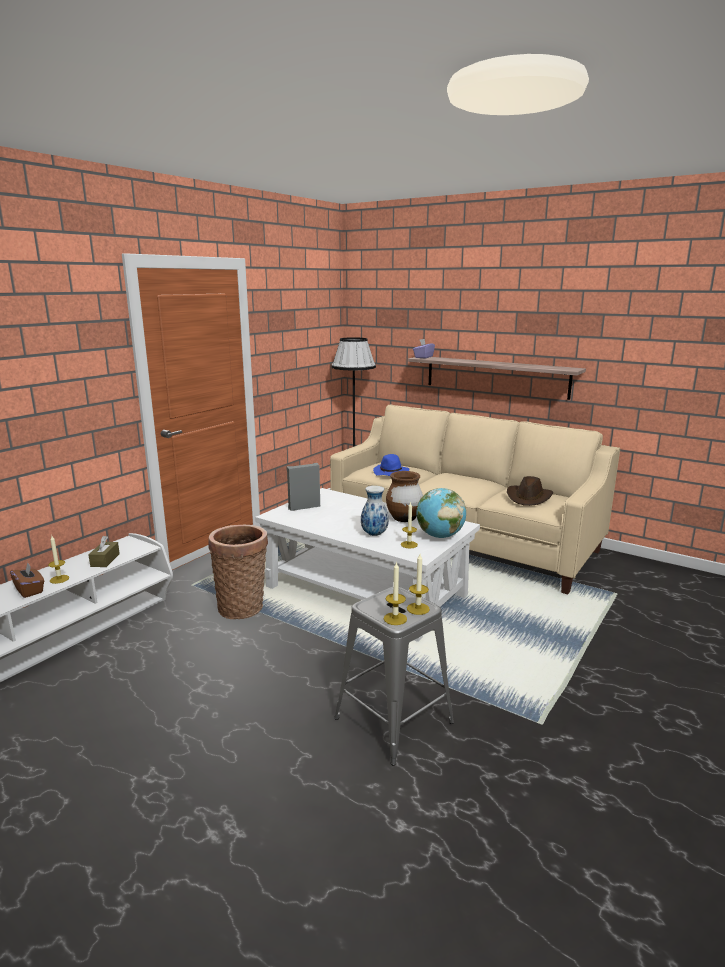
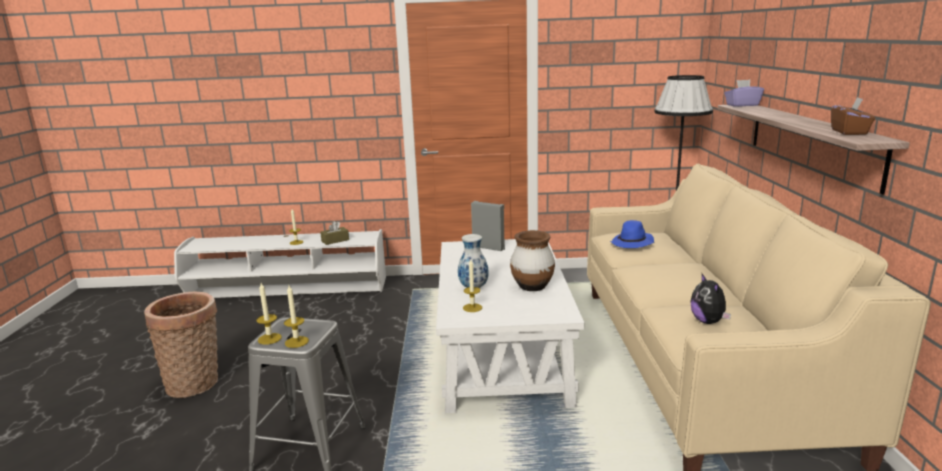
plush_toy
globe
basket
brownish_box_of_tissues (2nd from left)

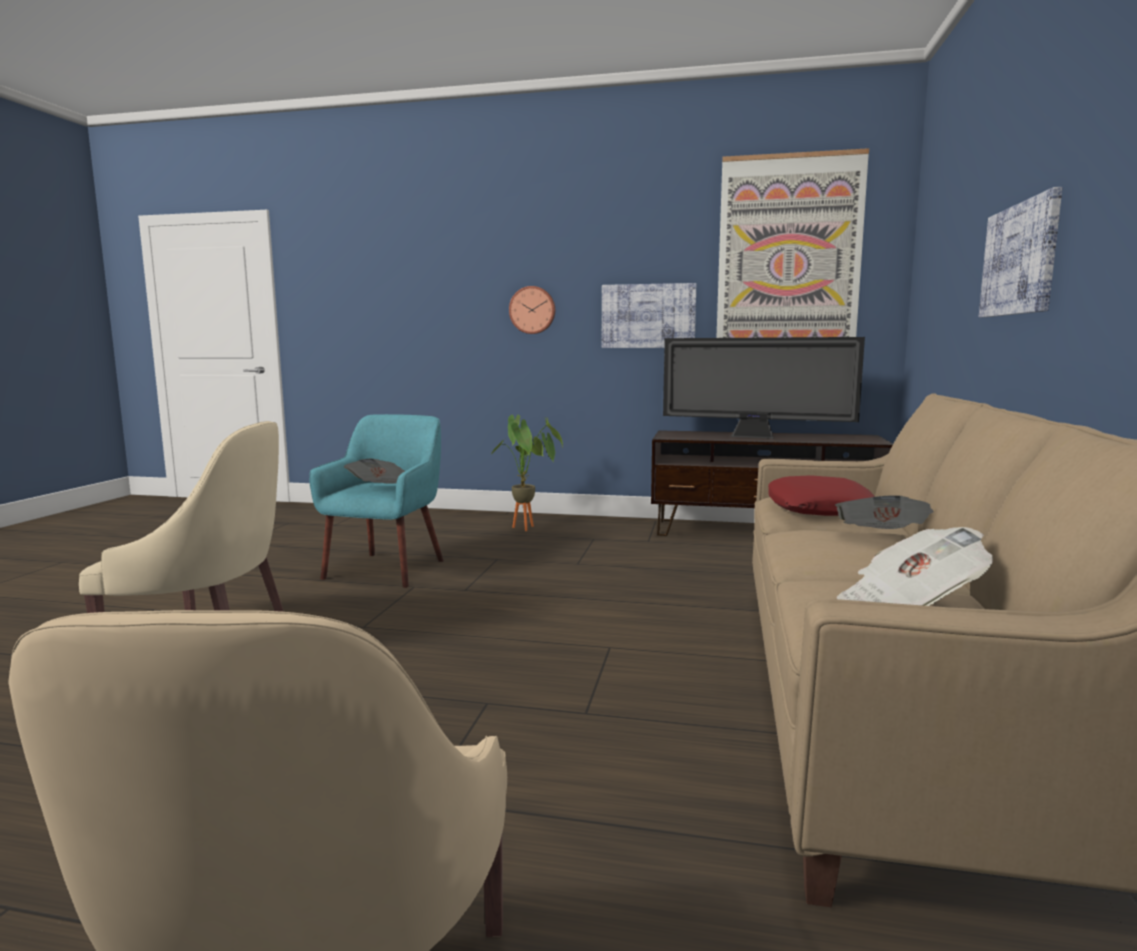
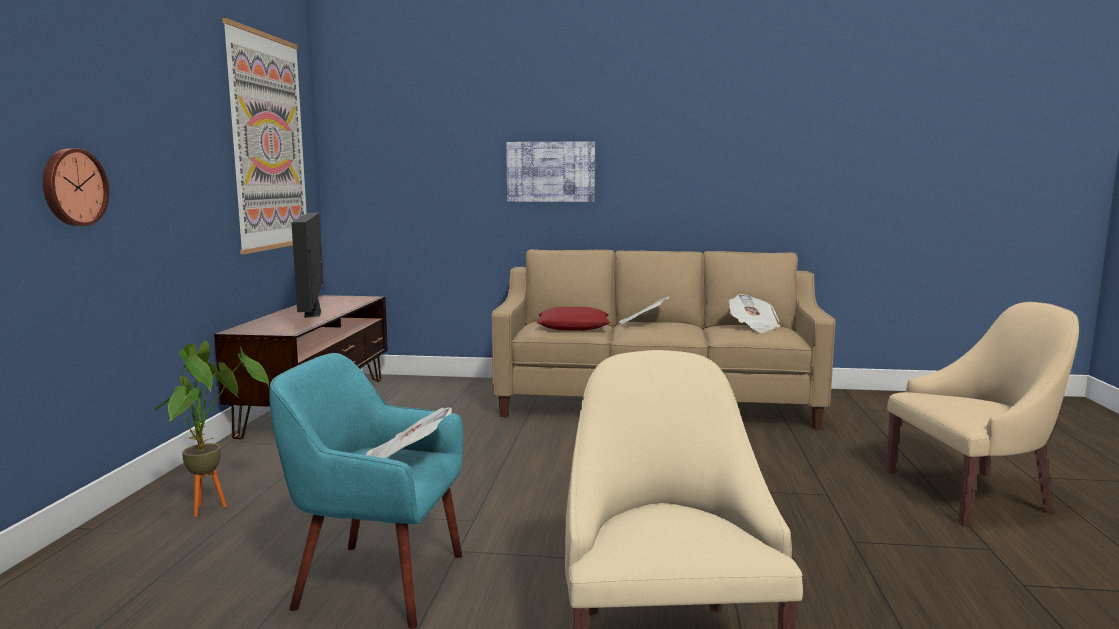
picture (1st from left in the first image)
television

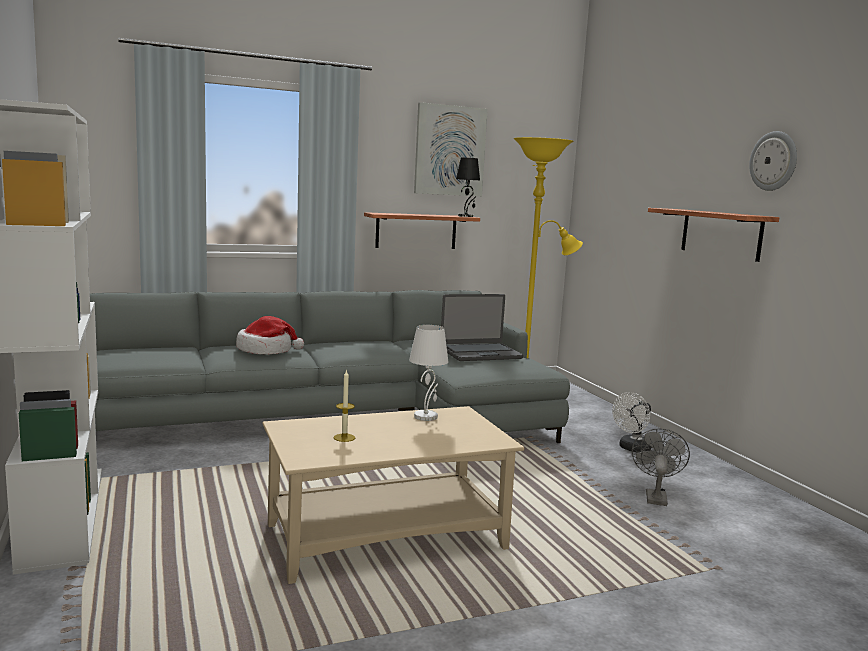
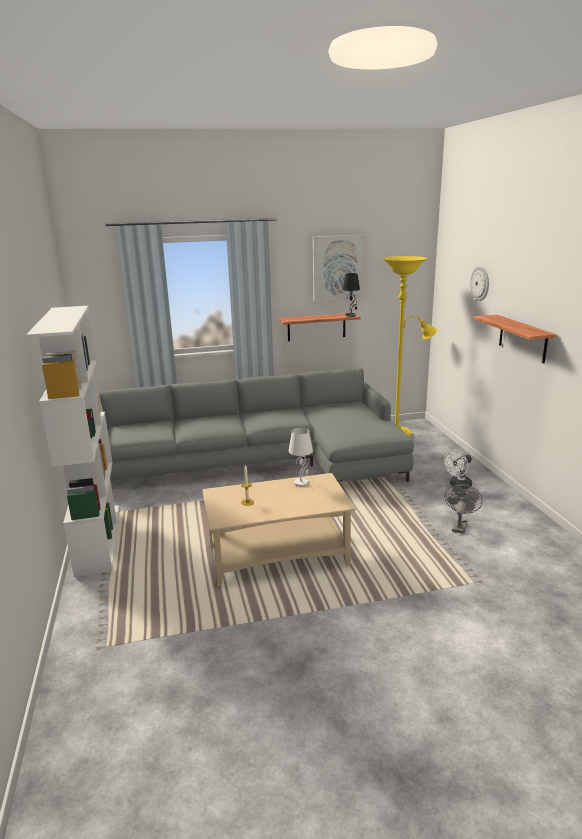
clock_on_the_wall
notebook_computer
hat

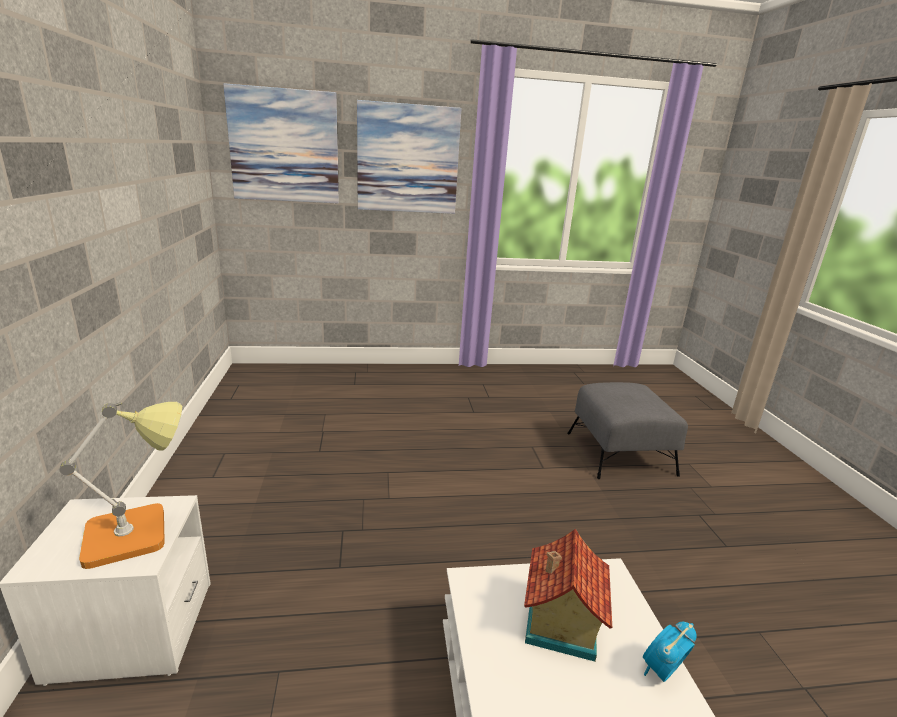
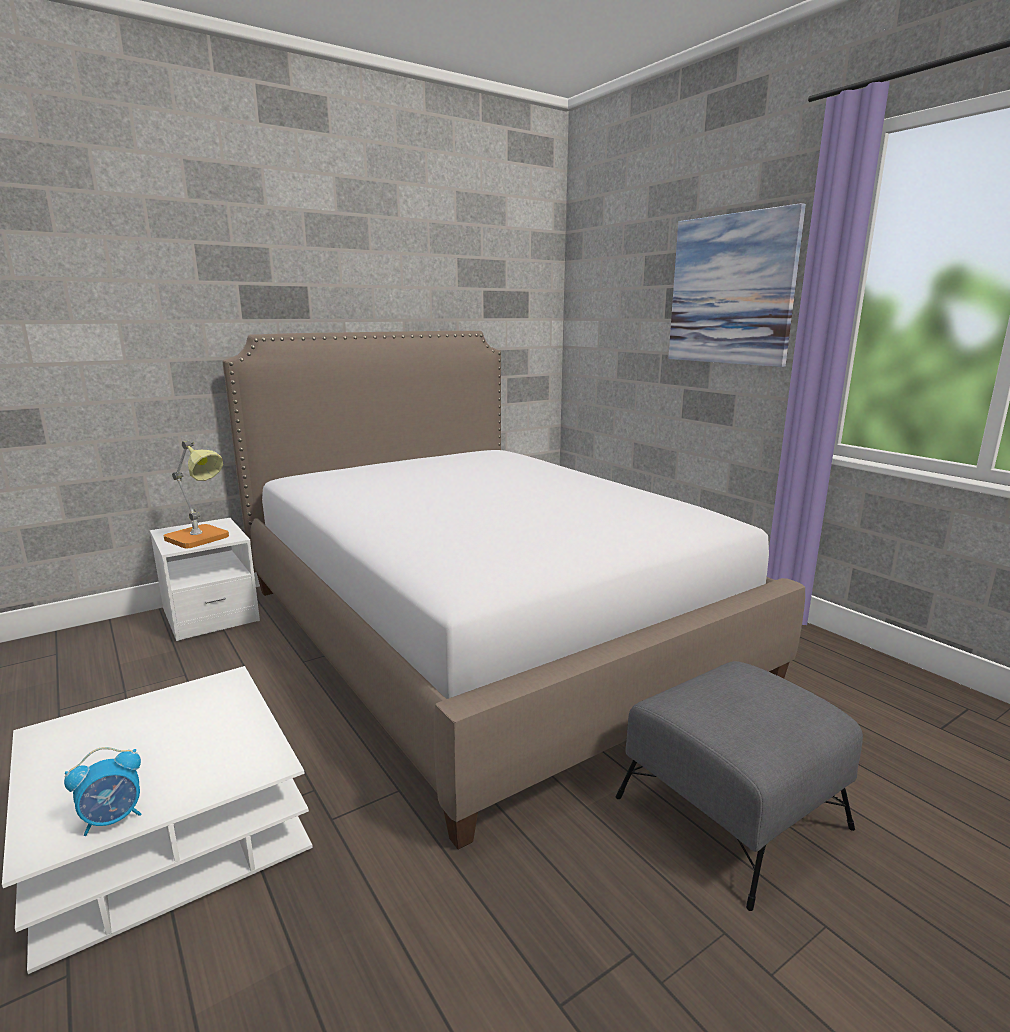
picture (1st from left in the first image)
miniature_house
alarm_clock
sleeping_bed

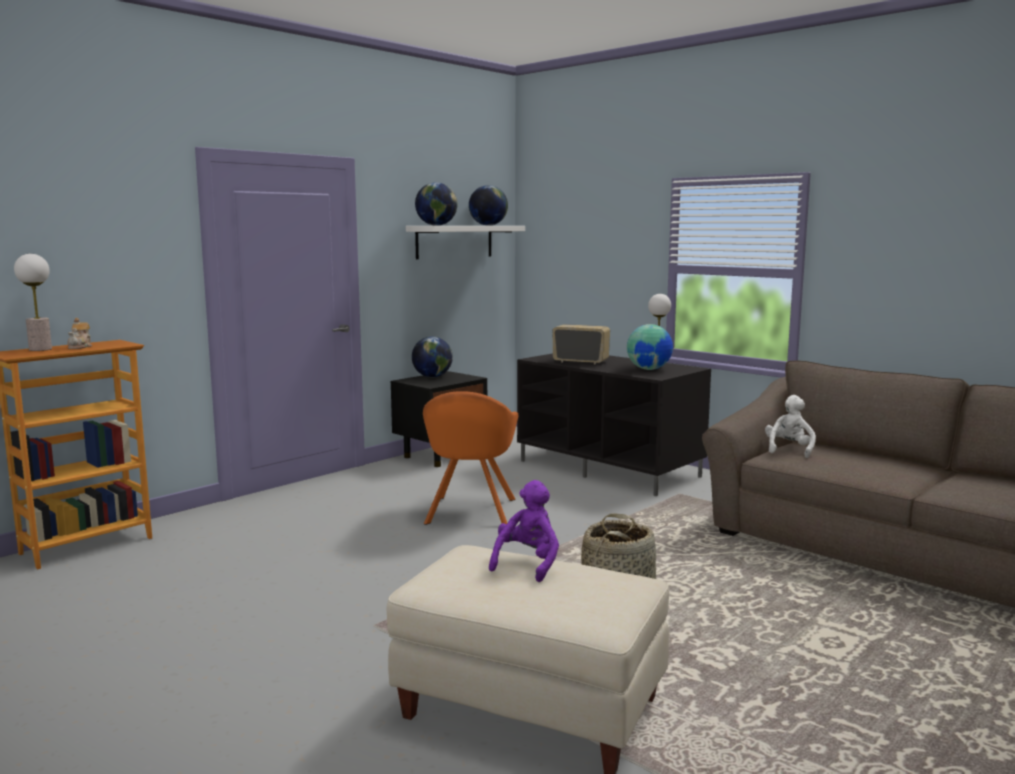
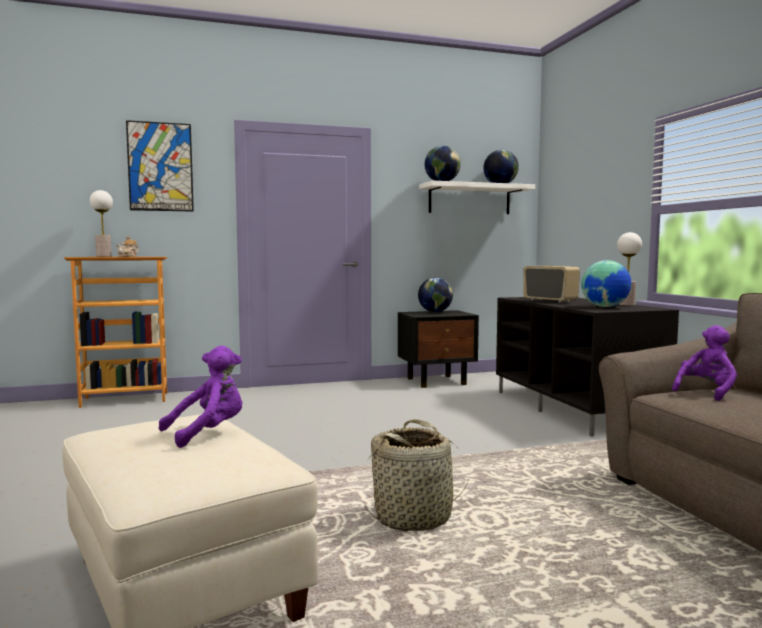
orangey_lounge_chair
purple_plush_toy (2nd from left)
picture

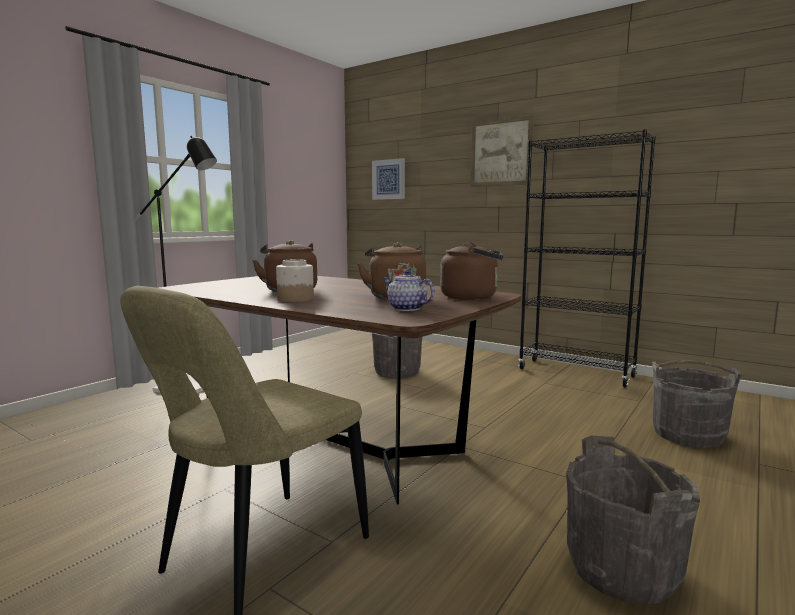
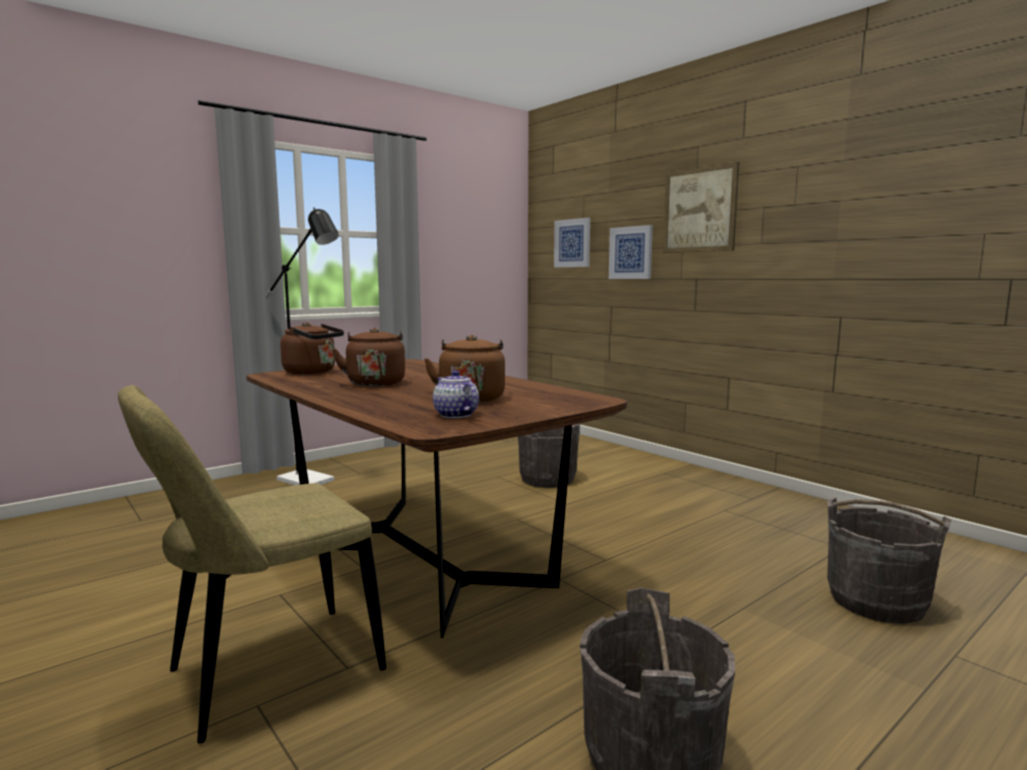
black_shelving_unit
brownish_water_kettle (1st from left)
jar
picture (2nd from left)

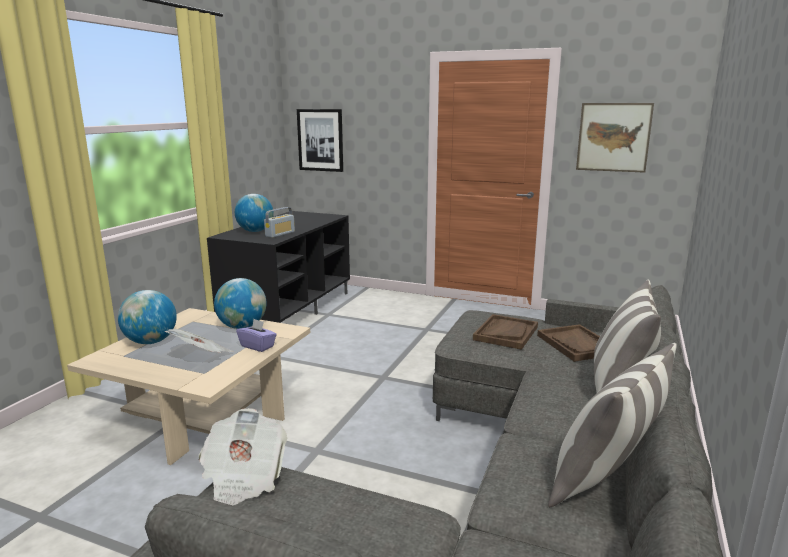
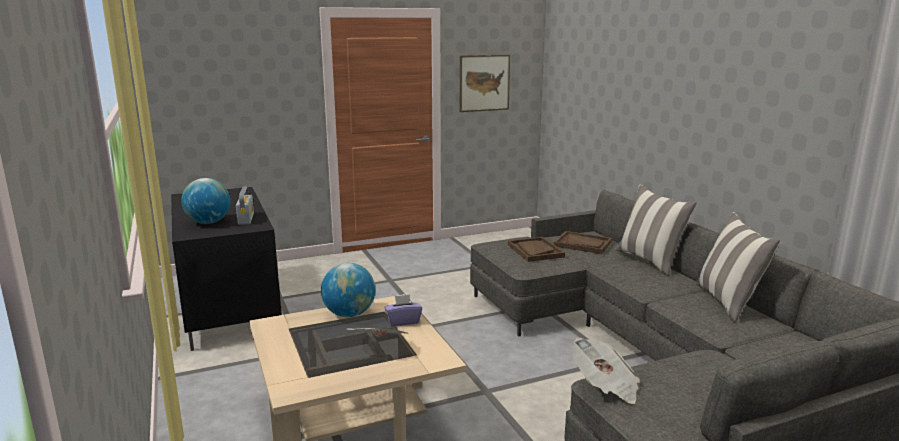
picture (1st from left in the first image)
globe (1st from left in the first image)

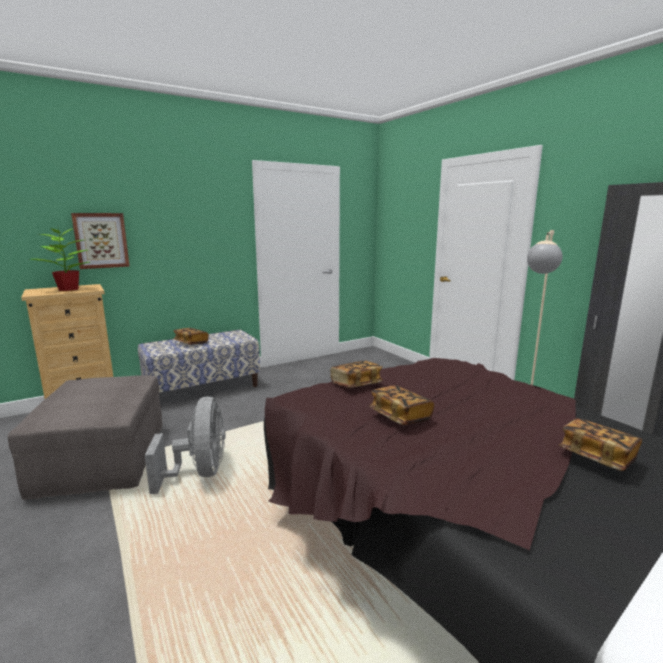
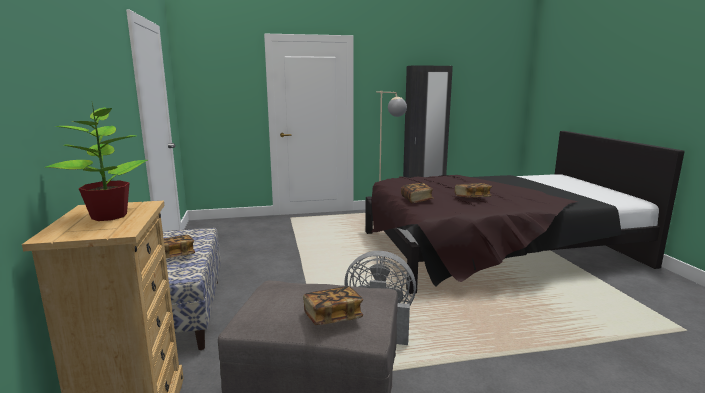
picture
volume (2nd from left)

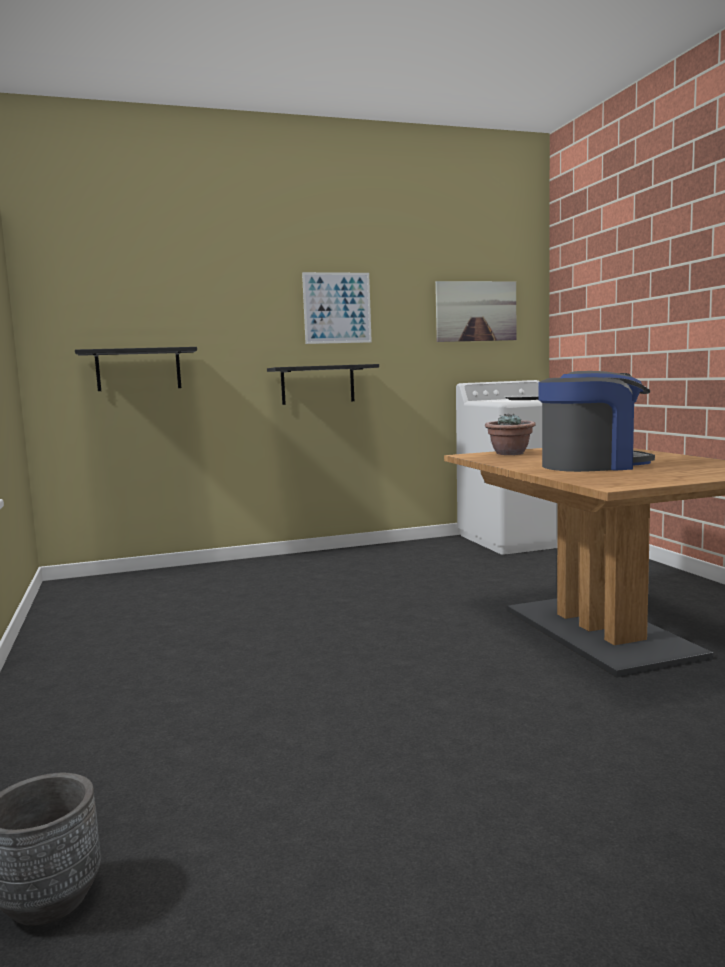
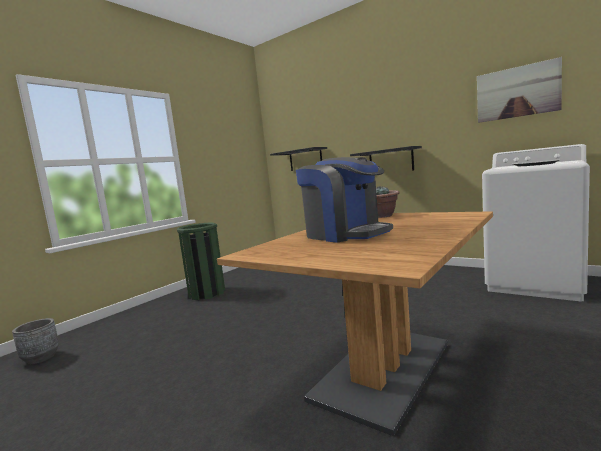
picture (1st from left in the first image)
green_trash_can

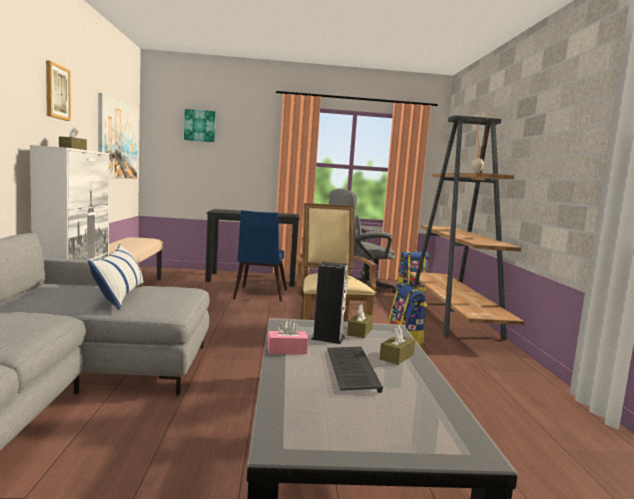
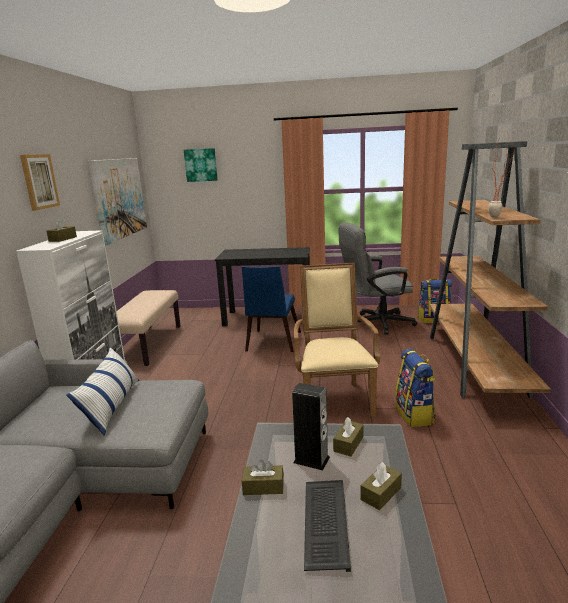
brownish_box_of_tissues (2nd from left)

